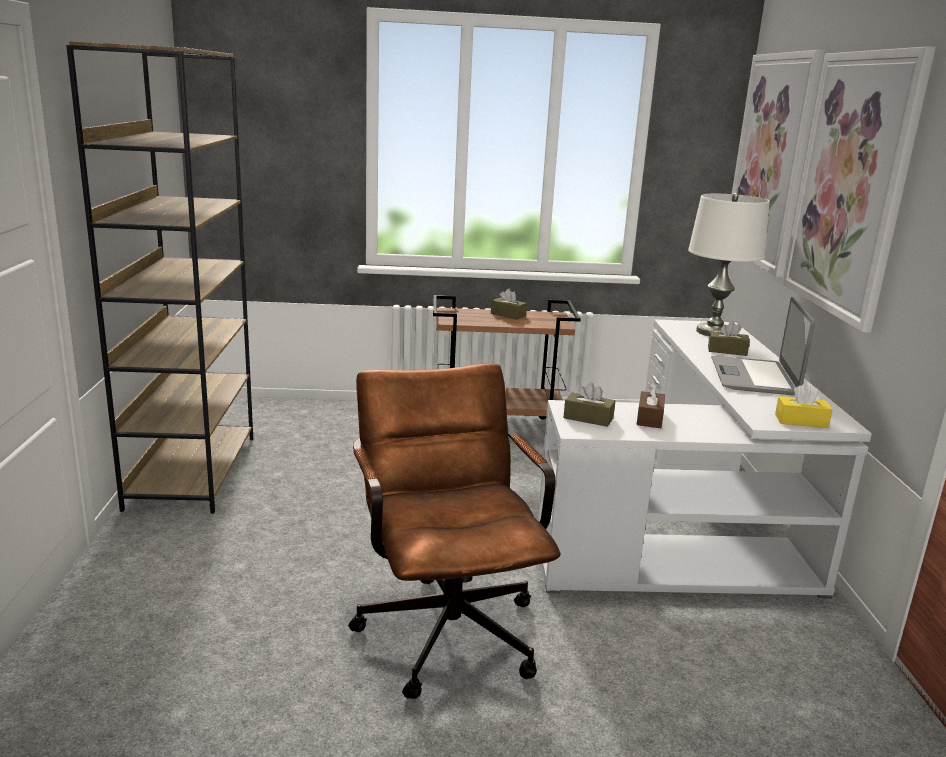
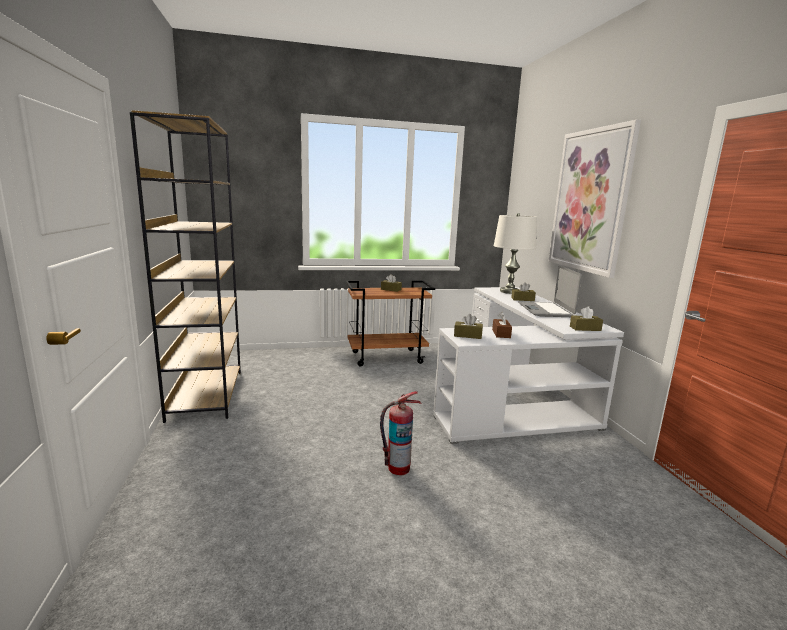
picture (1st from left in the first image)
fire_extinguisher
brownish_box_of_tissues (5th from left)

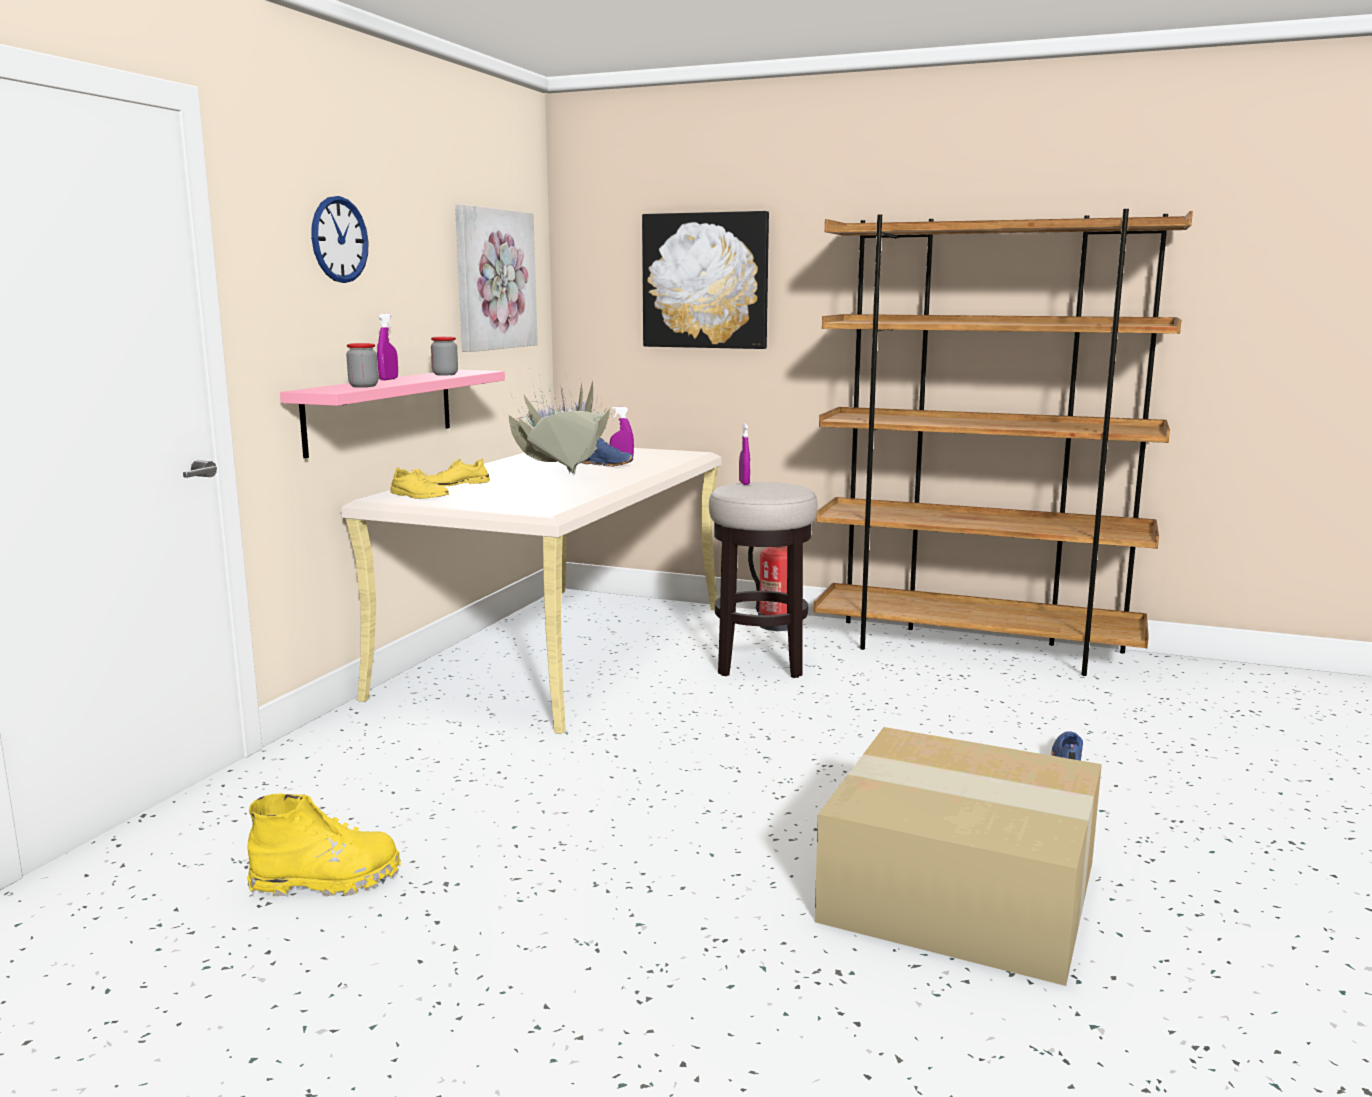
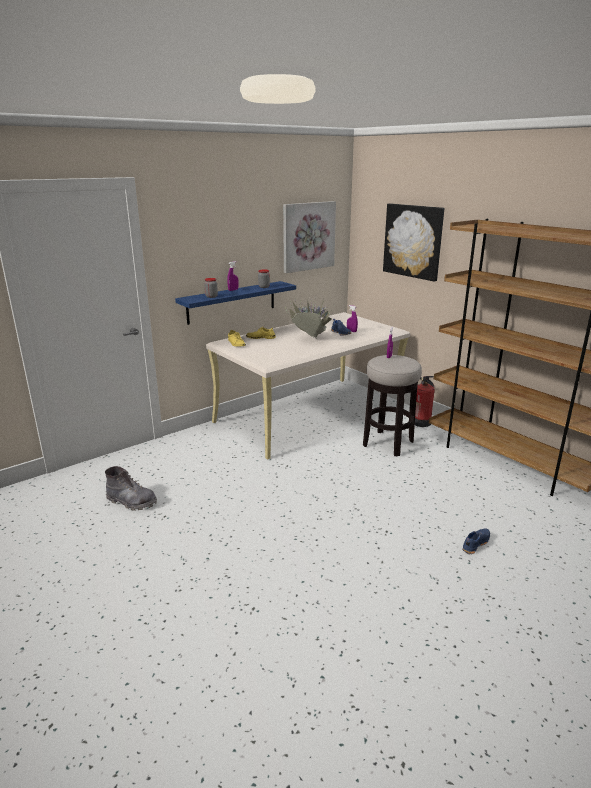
clock_on_the_wall
blue-coloured_bracket_shelf
packing_box
greyish_tall_boot

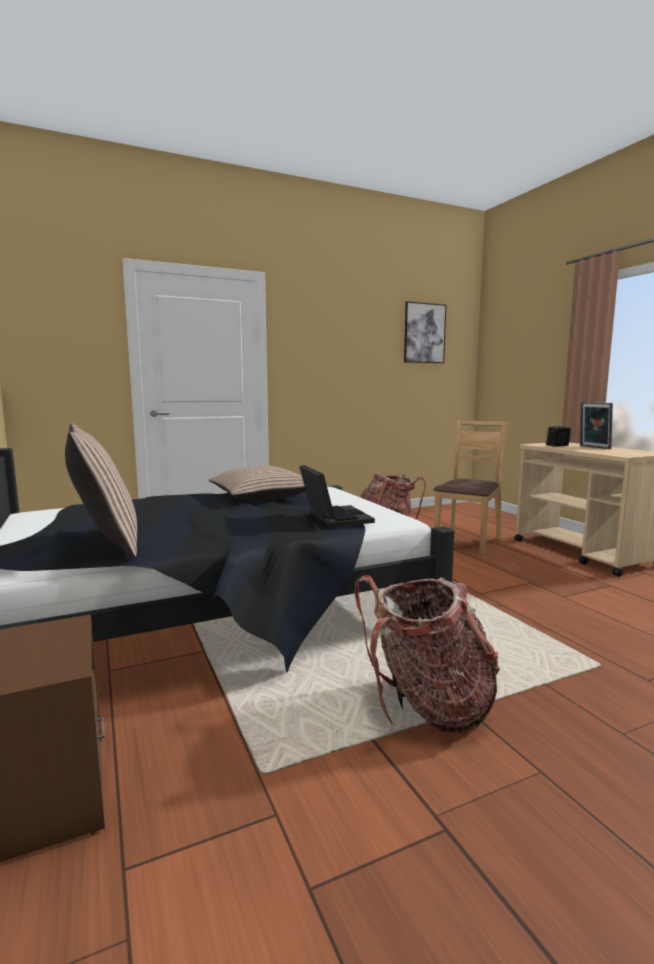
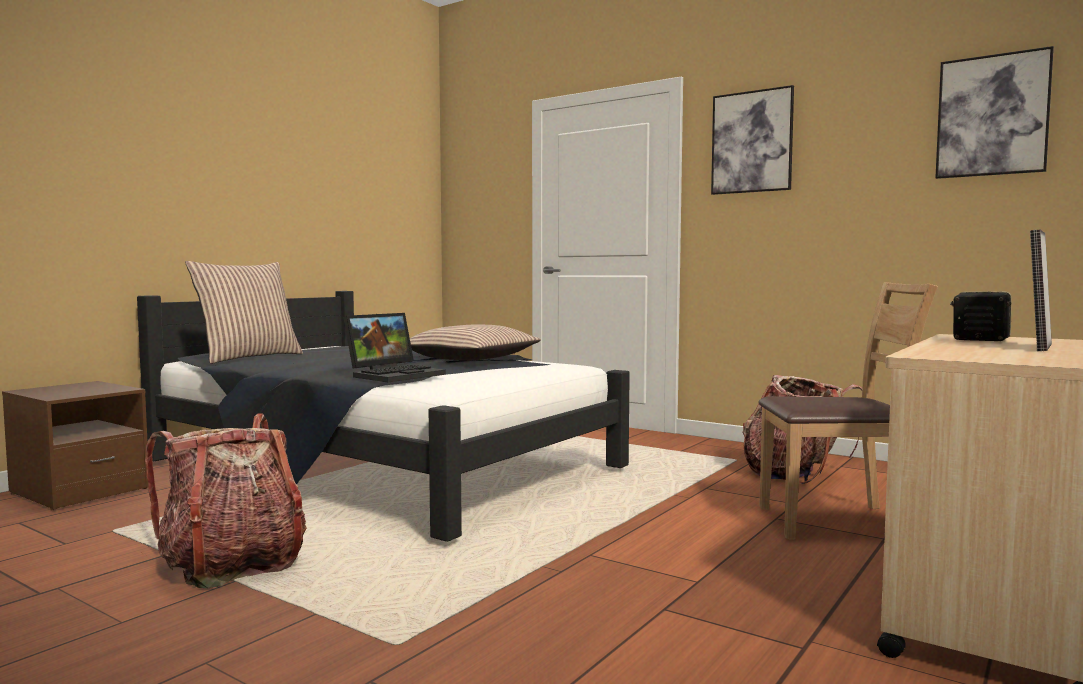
picture (1st from left)

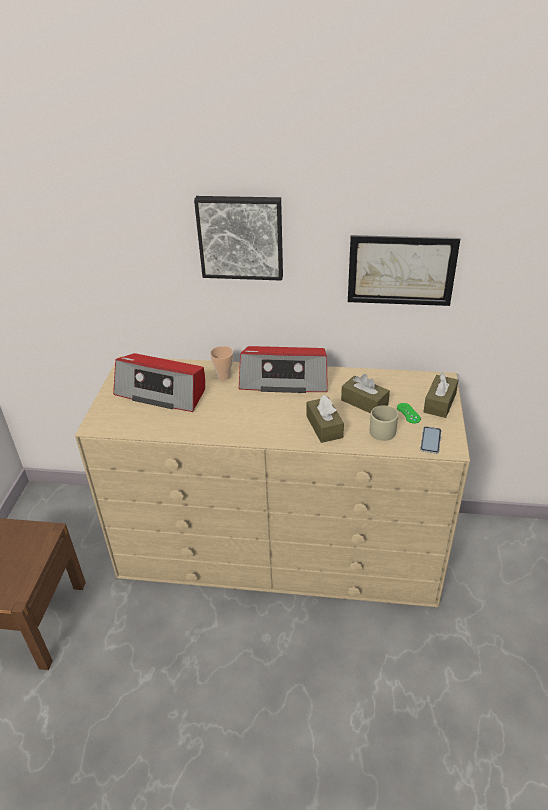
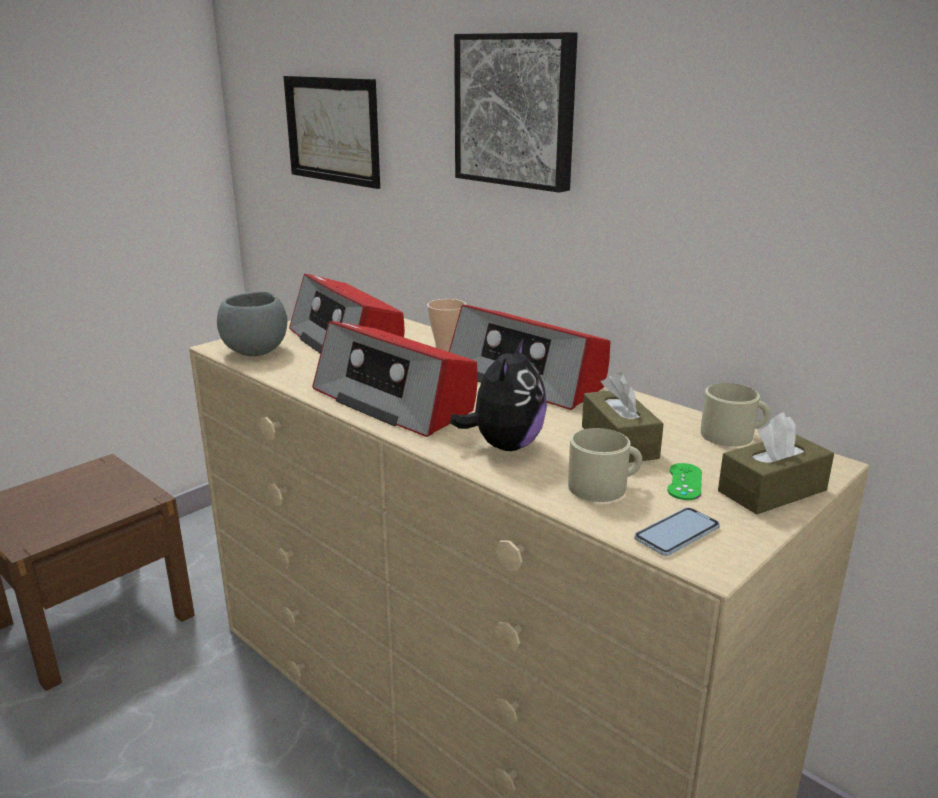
picture (1st from left)
plush_toy
greyish_serving_bowl
radio (2nd from left)
beige_tea_mug (2nd from left)

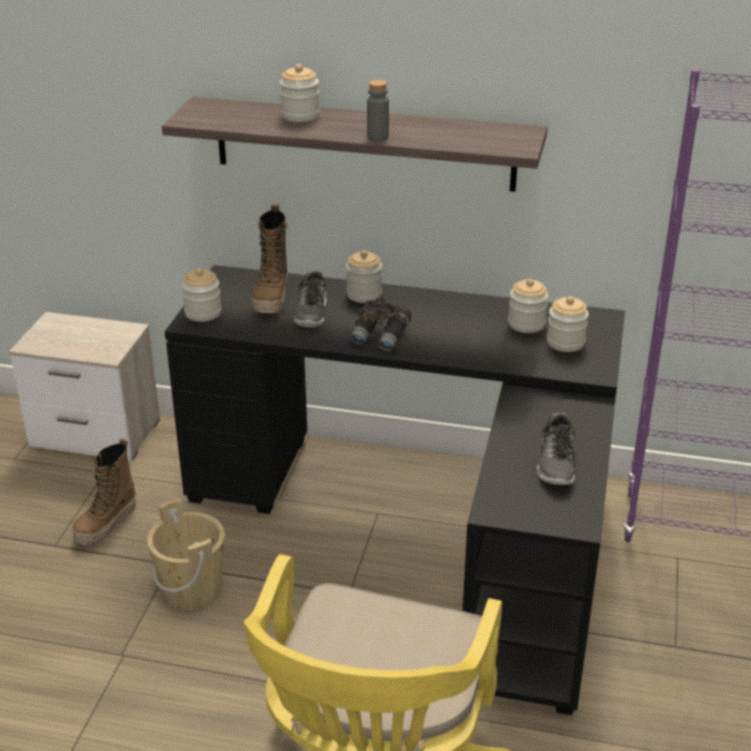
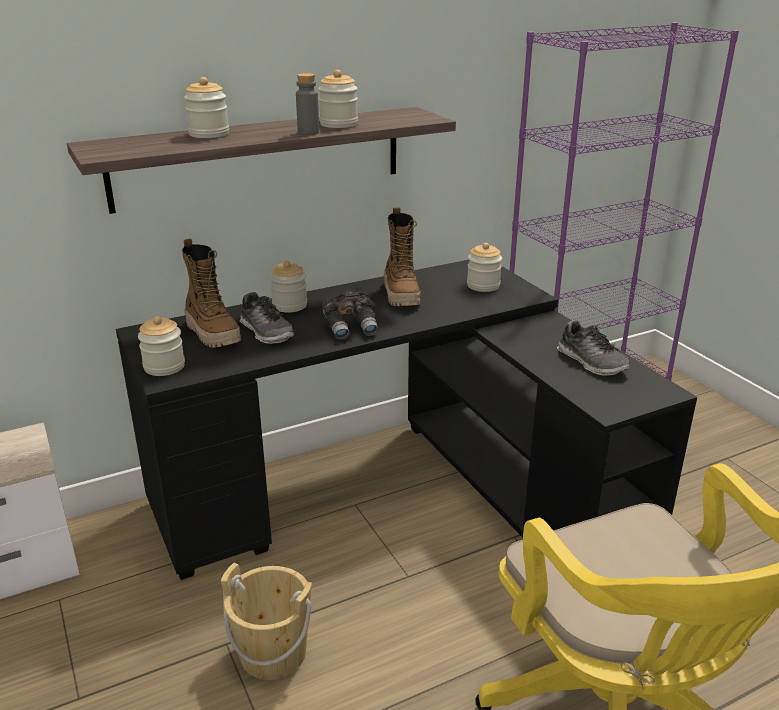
jar (4th from left)
tall_boot (2nd from left)

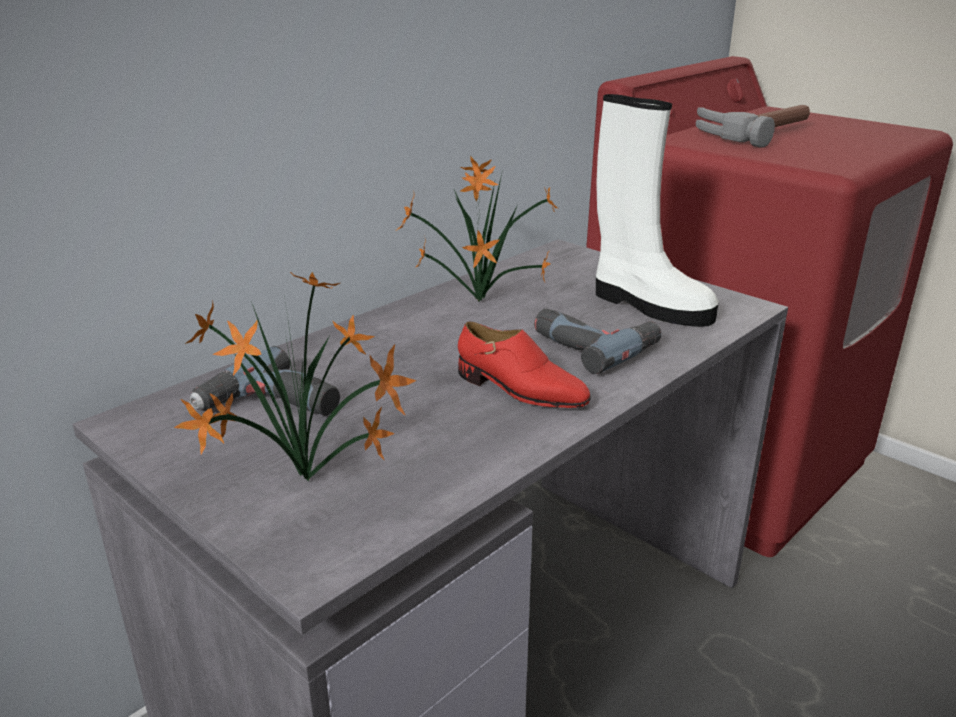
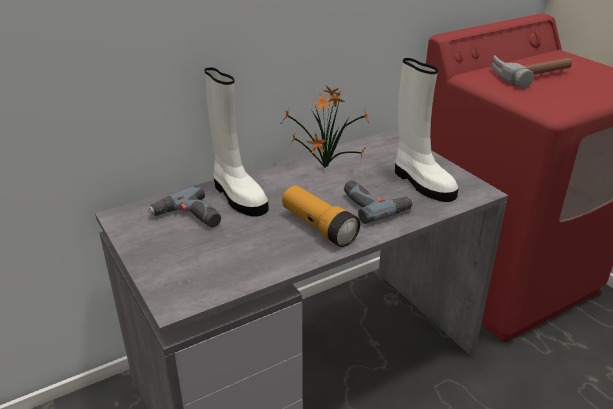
potted_plant (1st from left in the first image)
torch
white-coloured_tall_boot (1st from left)

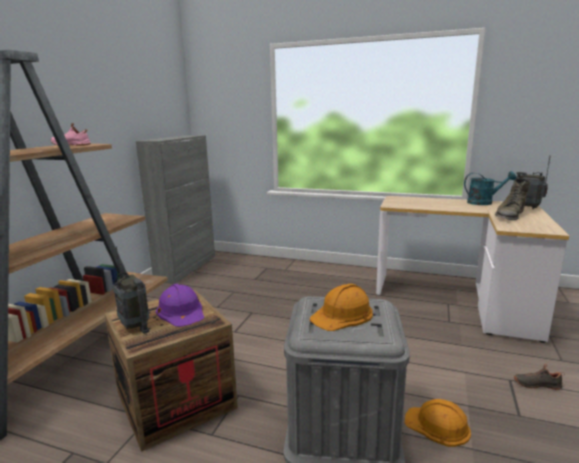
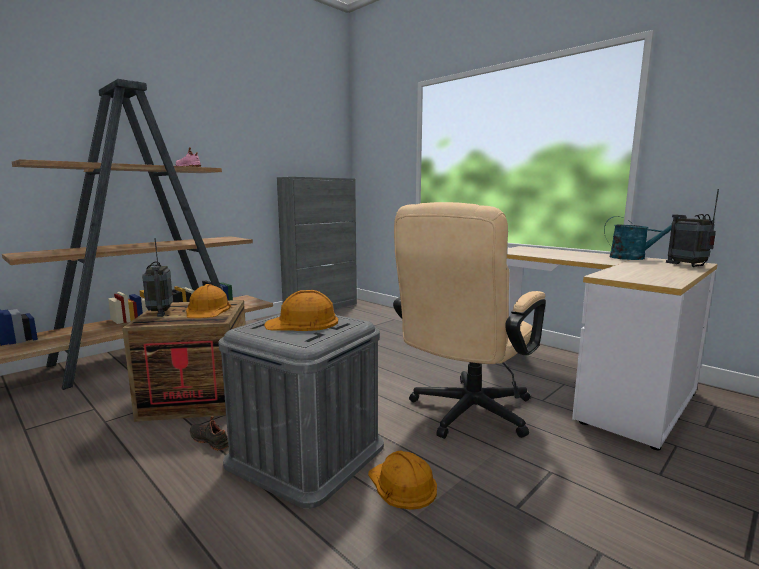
green_tall_boot
orangey_hard_hat (1st from left)
black_low_shoe
beige_desk_chair

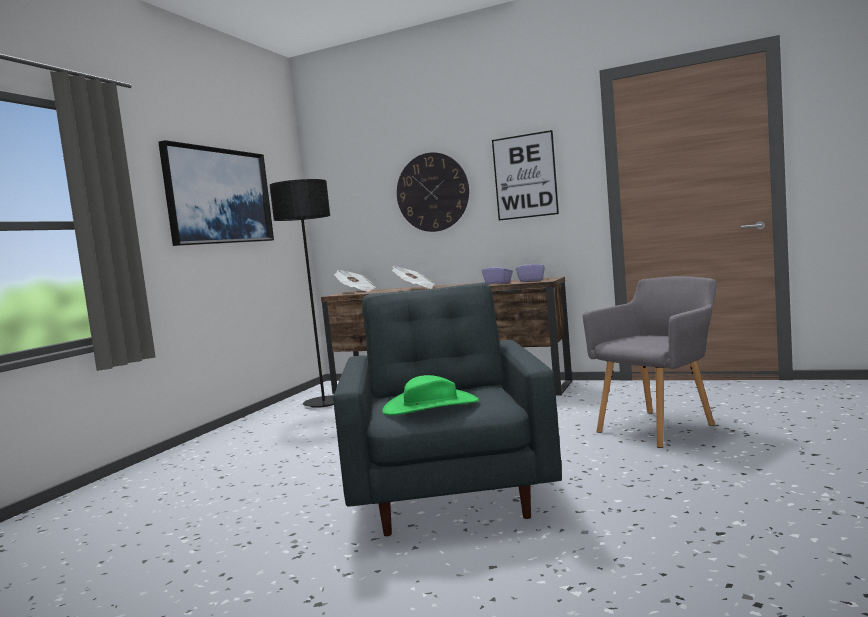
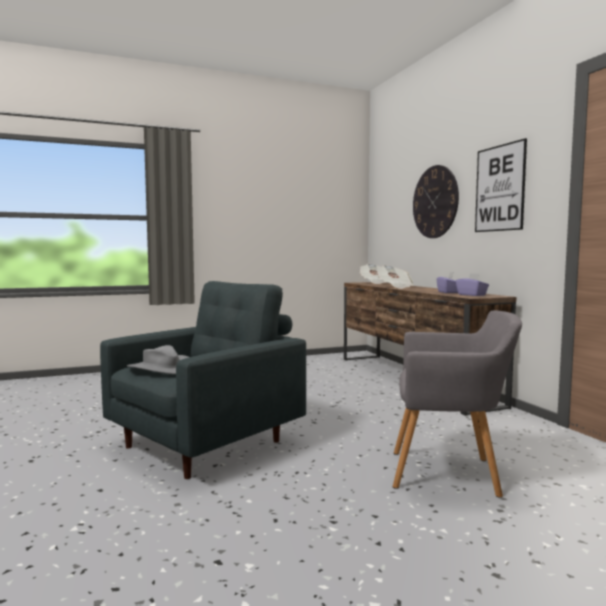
picture (1st from left in the first image)
black_standard_lamp
greyish_hat

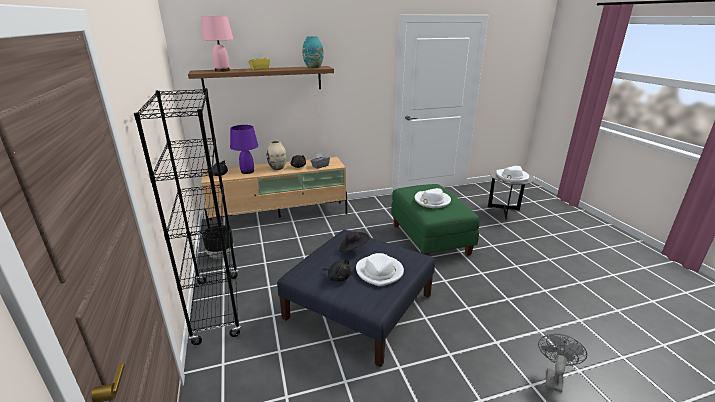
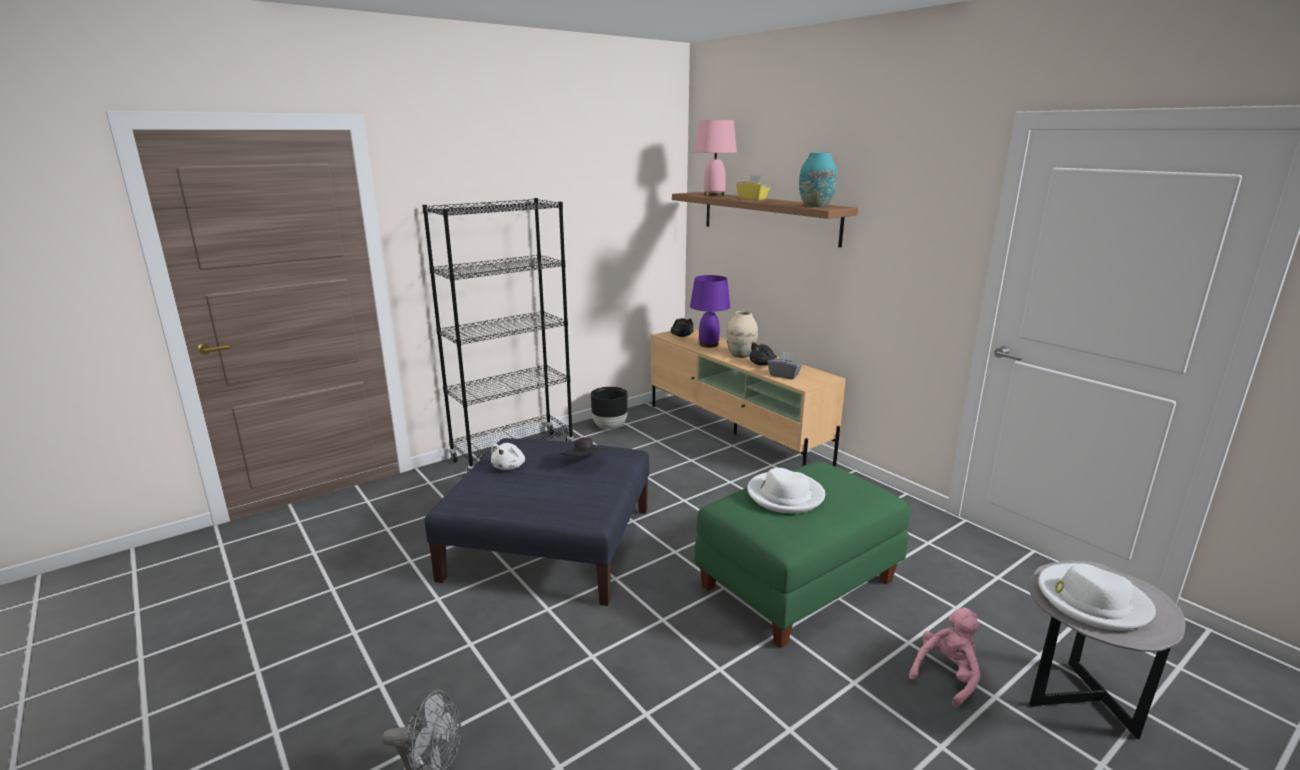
white-coloured_hat (1st from left in the first image)
white-coloured_plush_toy
pink-coloured_plush_toy

